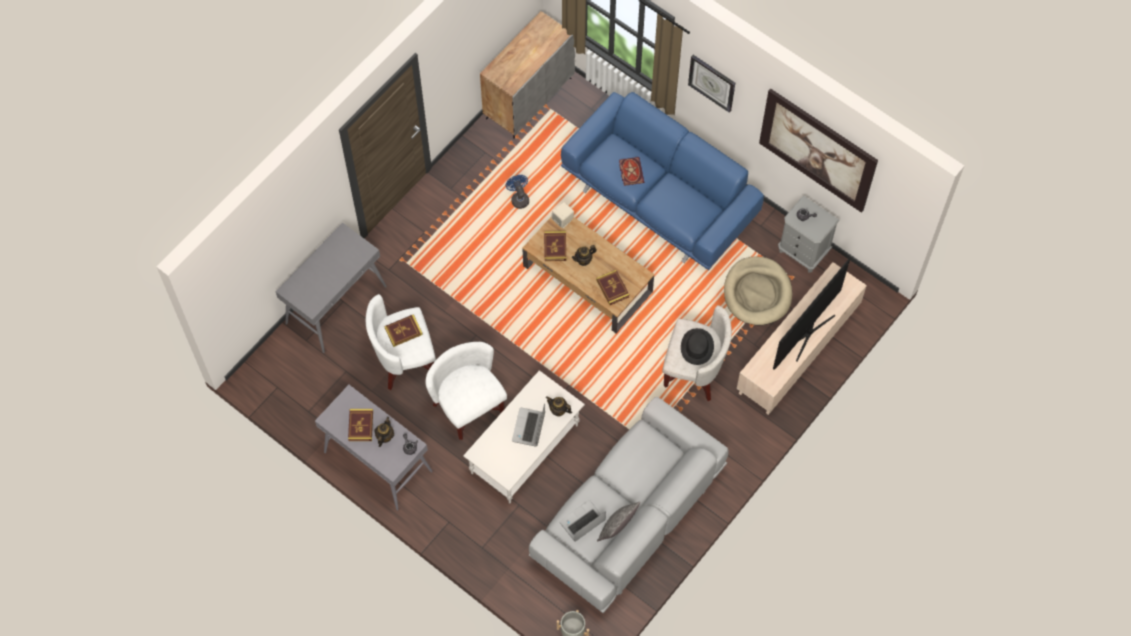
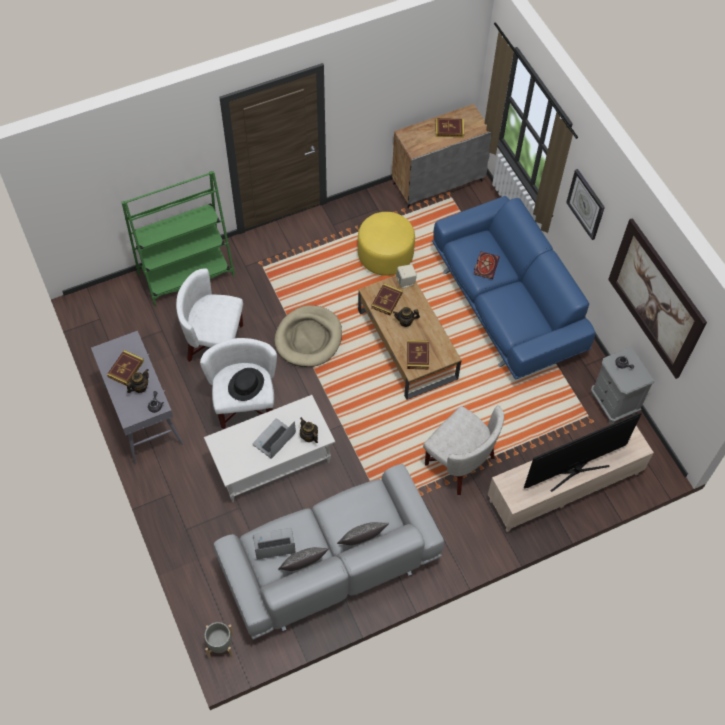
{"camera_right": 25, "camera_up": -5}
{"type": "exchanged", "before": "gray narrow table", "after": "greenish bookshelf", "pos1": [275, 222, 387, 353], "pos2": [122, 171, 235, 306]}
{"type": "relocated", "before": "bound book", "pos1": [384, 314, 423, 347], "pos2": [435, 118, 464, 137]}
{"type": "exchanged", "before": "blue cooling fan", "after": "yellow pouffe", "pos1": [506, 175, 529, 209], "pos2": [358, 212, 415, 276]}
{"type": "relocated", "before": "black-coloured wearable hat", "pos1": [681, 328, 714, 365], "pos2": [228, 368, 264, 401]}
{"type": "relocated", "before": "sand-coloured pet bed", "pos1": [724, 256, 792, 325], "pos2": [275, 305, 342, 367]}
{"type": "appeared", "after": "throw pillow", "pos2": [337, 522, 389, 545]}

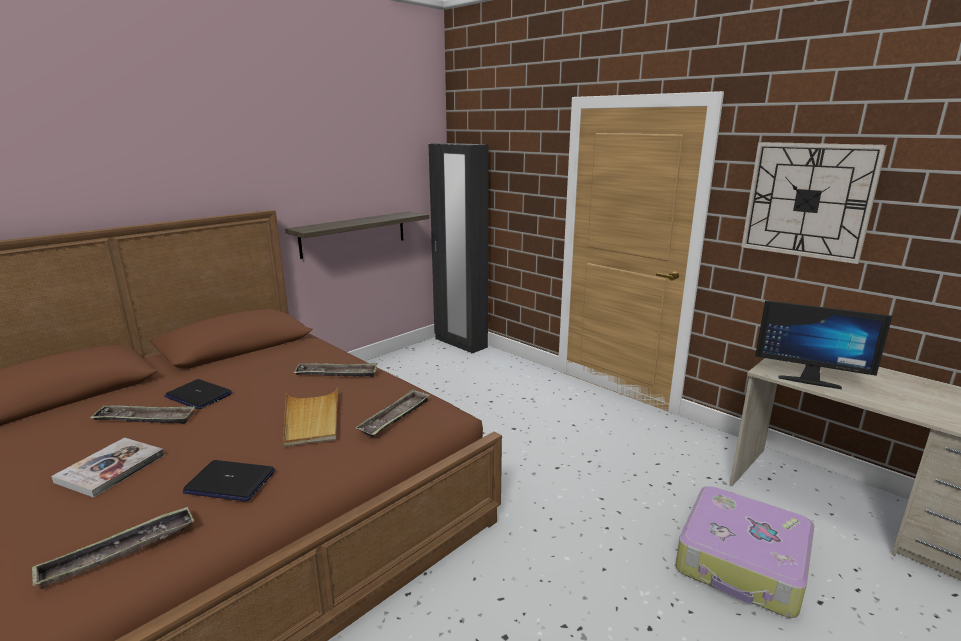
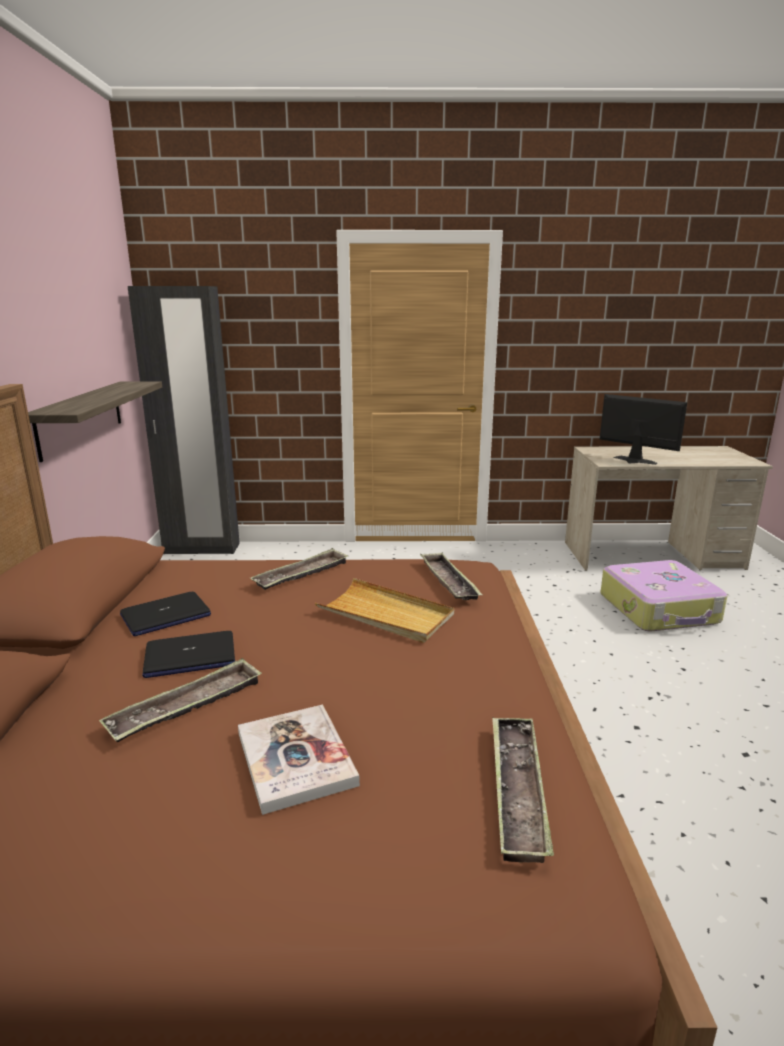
{"camera_right": -45, "camera_up": 0}
{"type": "relocated", "before": "notebook computer", "pos1": [183, 460, 275, 501], "pos2": [120, 592, 211, 636]}
{"type": "missing", "before": "clock on the wall", "pos1": [741, 142, 887, 264]}
{"type": "spun", "before": "computer screen", "pos1": [755, 300, 892, 389], "pos2": [600, 394, 687, 465], "turn": -120}

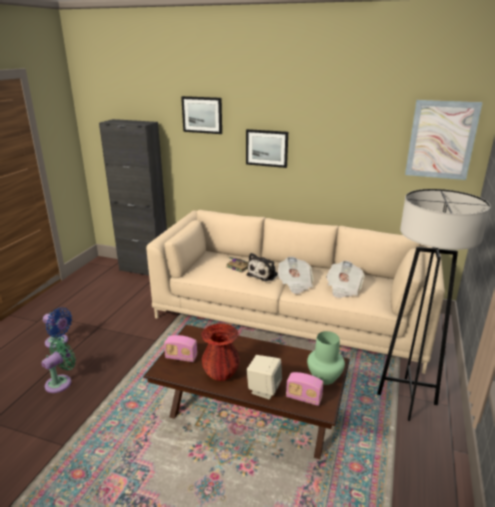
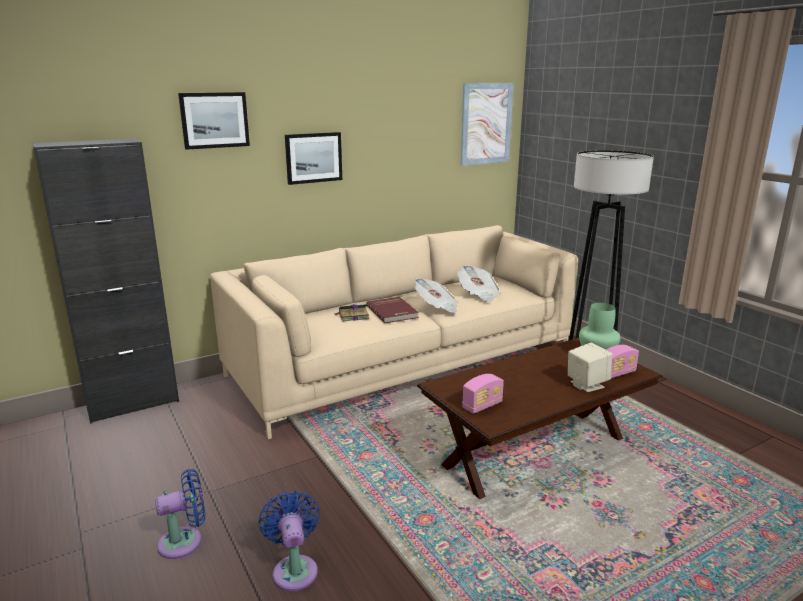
{"camera_right": -50, "camera_up": -5}
{"type": "colour", "before": "greenish cooling fan", "after": "blue cooling fan", "pos1": [42, 339, 76, 393], "pos2": [259, 491, 320, 591]}
{"type": "missing", "before": "red-coloured flower vase", "pos1": [201, 324, 240, 381]}
{"type": "exchanged", "before": "plush toy", "after": "red-coloured bound book", "pos1": [247, 253, 278, 281], "pos2": [366, 297, 419, 323]}

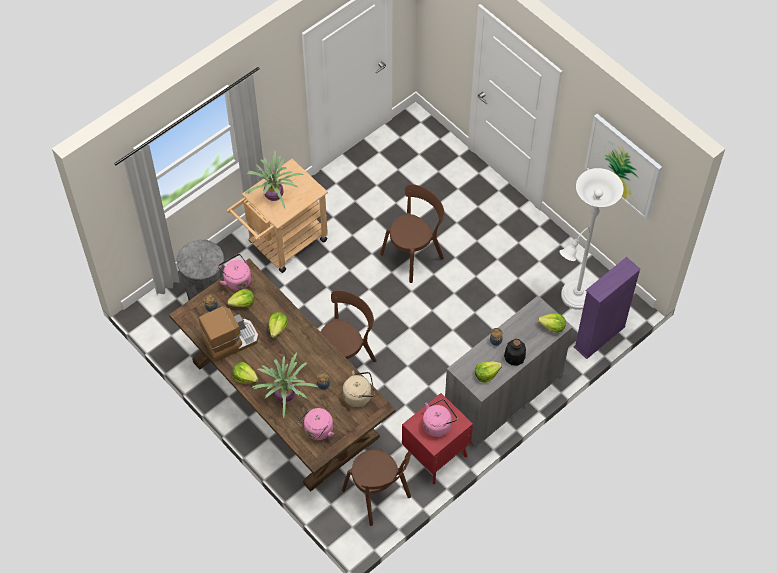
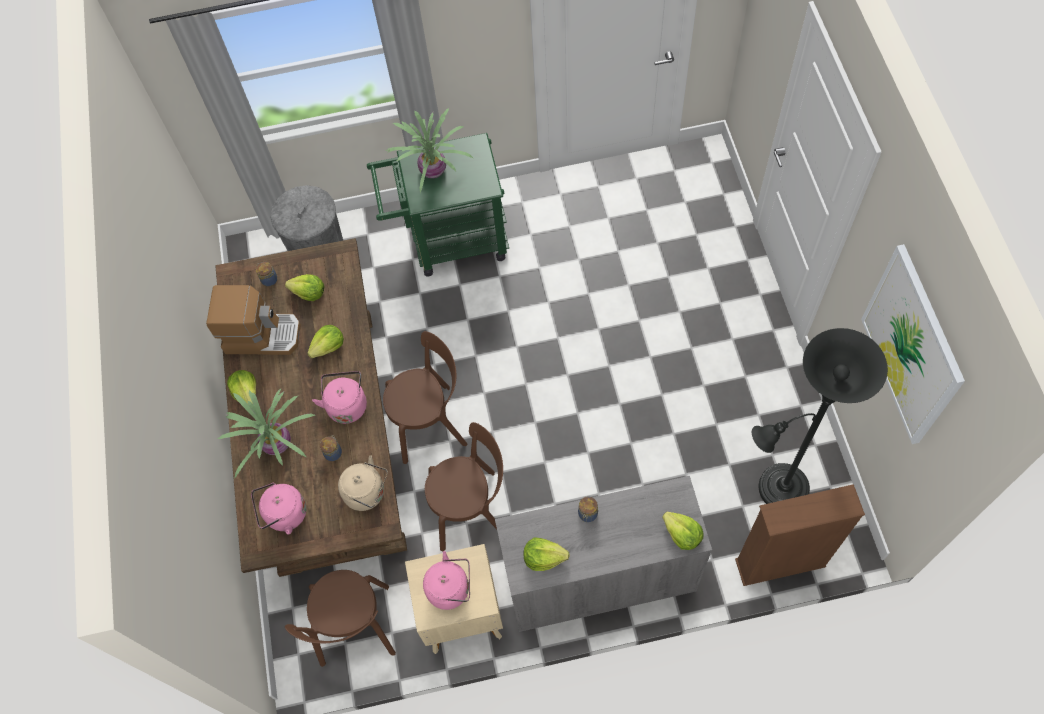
{"camera_right": 35, "camera_up": 5}
{"type": "relocated", "before": "pink kettle", "pos1": [218, 254, 251, 291], "pos2": [312, 371, 367, 424]}
{"type": "colour", "before": "sand-coloured trolley", "after": "greenish trolley", "pos1": [227, 159, 328, 273], "pos2": [367, 133, 509, 276]}
{"type": "relocated", "before": "brownish upright chair", "pos1": [380, 184, 444, 283], "pos2": [425, 422, 503, 551]}
{"type": "colour", "before": "red-coloured nightstand", "after": "sand-coloured nightstand", "pos1": [402, 393, 473, 484], "pos2": [405, 544, 503, 654]}
{"type": "missing", "before": "bottle", "pos1": [504, 339, 526, 366]}
{"type": "colour", "before": "white floor lamp", "after": "black-coloured floor lamp", "pos1": [559, 168, 623, 310], "pos2": [752, 328, 888, 504]}
{"type": "colour", "before": "purple-coloured bookshelf", "after": "brownish bookshelf", "pos1": [574, 257, 641, 359], "pos2": [735, 484, 865, 586]}

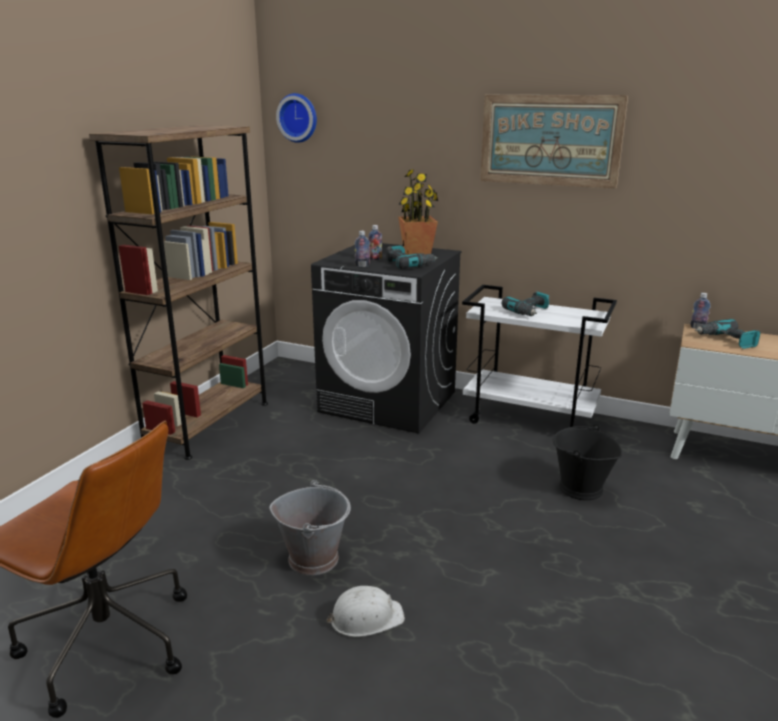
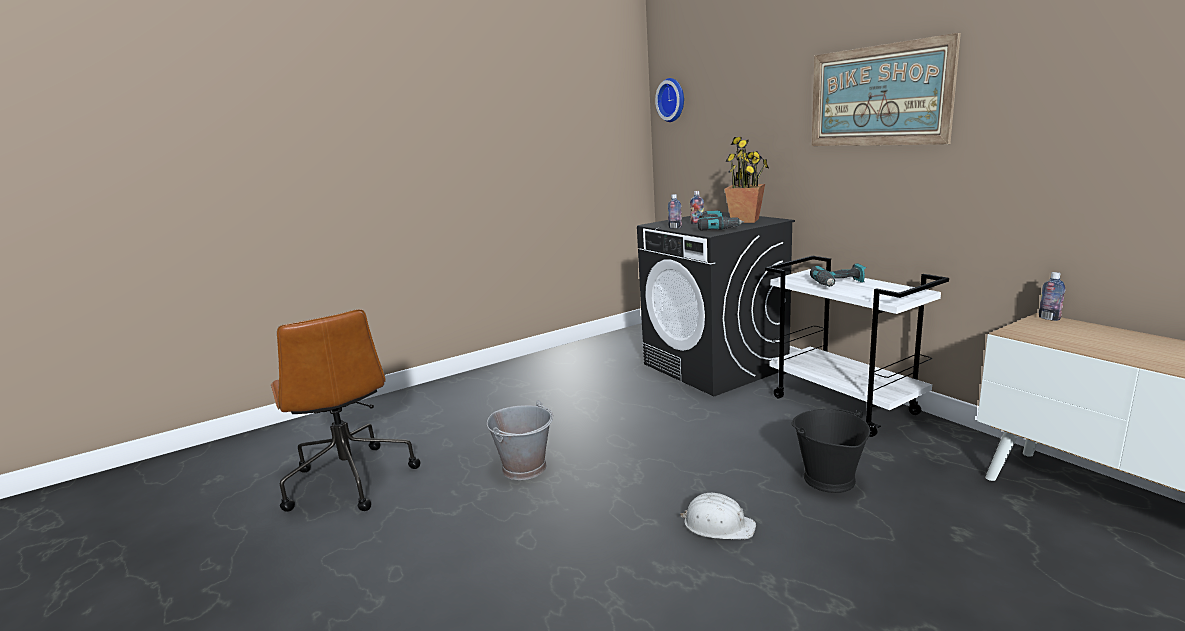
{"camera_right": 35, "camera_up": -5}
{"type": "missing", "before": "brownish bookshelf", "pos1": [89, 125, 268, 460]}
{"type": "relocated", "before": "white safety helmet", "pos1": [326, 586, 405, 637], "pos2": [680, 493, 756, 539]}
{"type": "missing", "before": "electric drill", "pos1": [695, 319, 760, 349]}

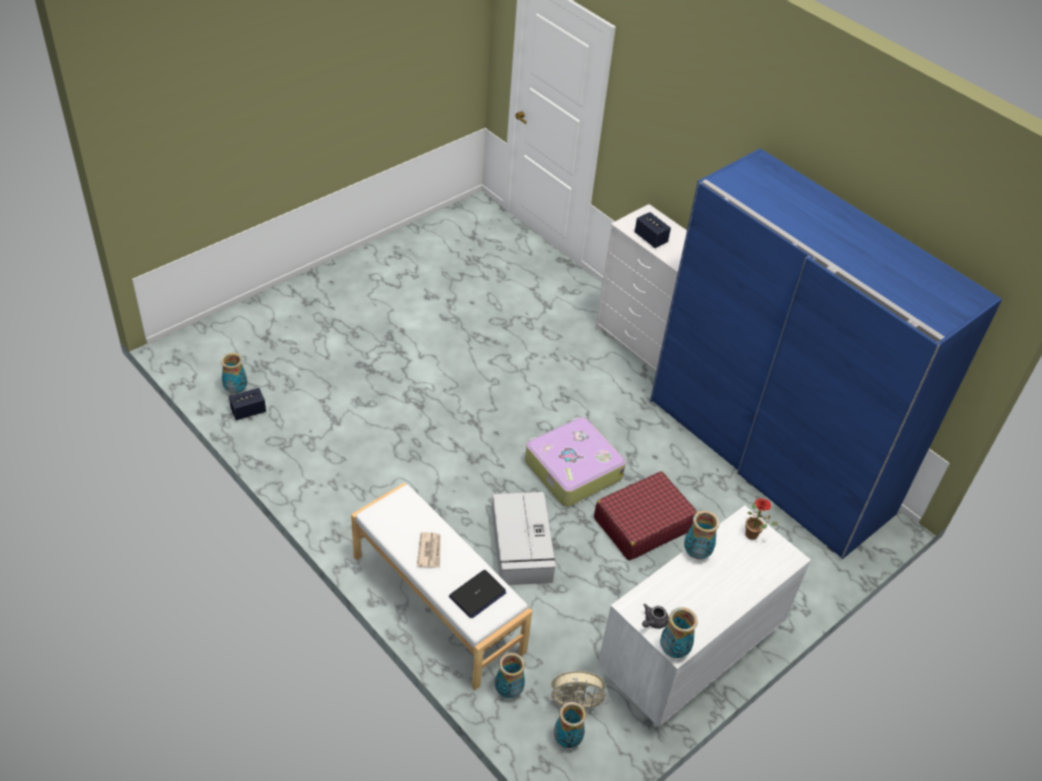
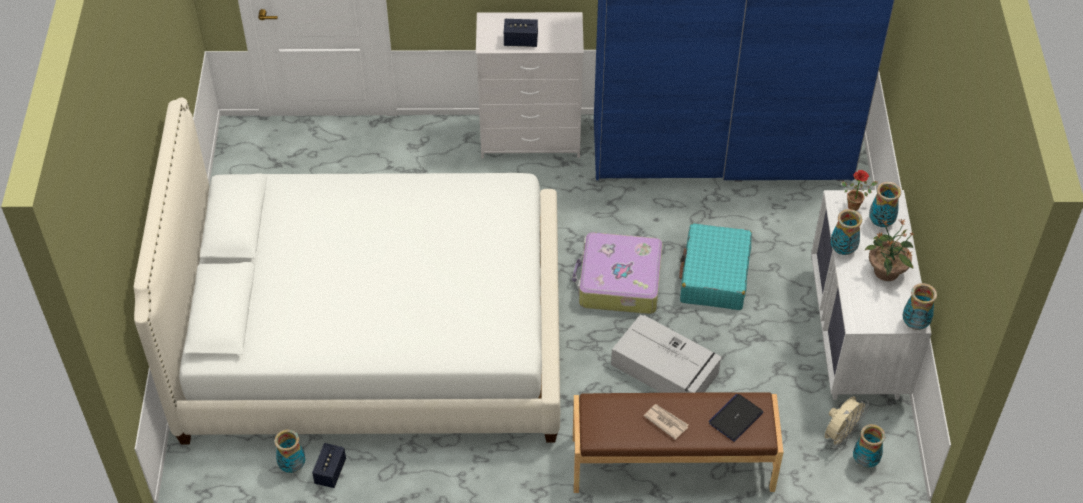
{"camera_right": -45, "camera_up": 5}
{"type": "colour", "before": "white long seat", "after": "brownish long seat", "pos1": [351, 483, 532, 690], "pos2": [573, 392, 784, 493]}
{"type": "spun", "before": "notebook computer", "pos1": [449, 570, 506, 618], "pos2": [708, 394, 763, 442], "turn": -135}
{"type": "relocated", "before": "flower vase", "pos1": [495, 653, 525, 698], "pos2": [869, 182, 901, 227]}
{"type": "colour", "before": "red-coloured travel case", "after": "blue-green travel case", "pos1": [594, 471, 697, 561], "pos2": [679, 224, 752, 310]}
{"type": "missing", "before": "gray tea pot", "pos1": [642, 604, 669, 629]}
{"type": "appeared", "after": "white bed", "pos2": [134, 98, 560, 445]}
{"type": "appeared", "after": "plant in a pot", "pos2": [865, 219, 914, 281]}

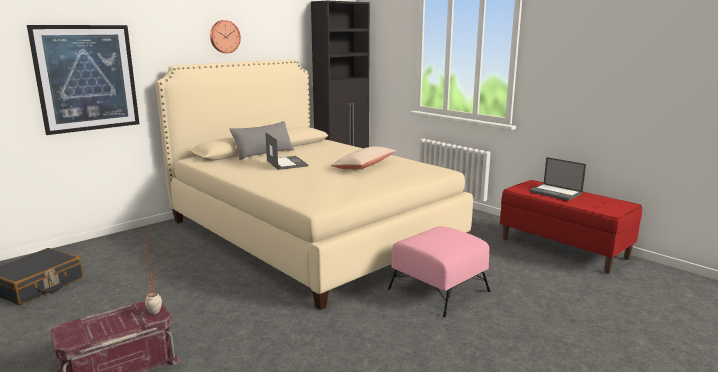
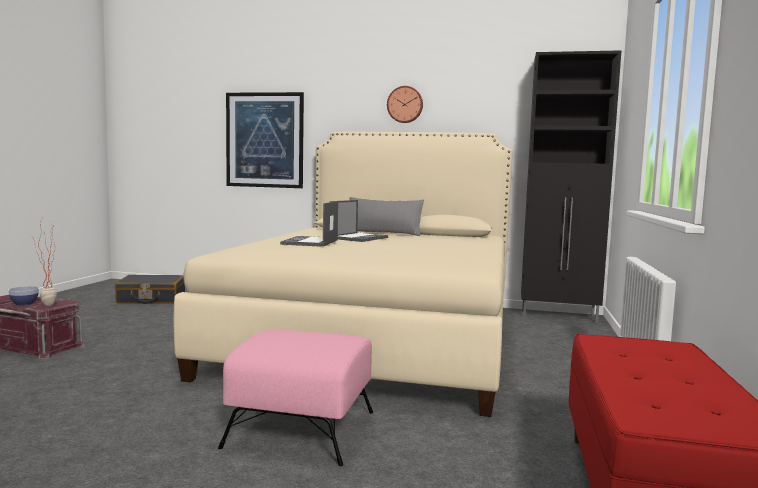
{"camera_right": 55, "camera_up": -10}
{"type": "missing", "before": "sand-coloured throw pillow", "pos1": [330, 147, 396, 170]}
{"type": "relocated", "before": "notebook computer", "pos1": [529, 157, 586, 201], "pos2": [280, 201, 338, 247]}
{"type": "appeared", "after": "serving bowl", "pos2": [8, 286, 39, 306]}

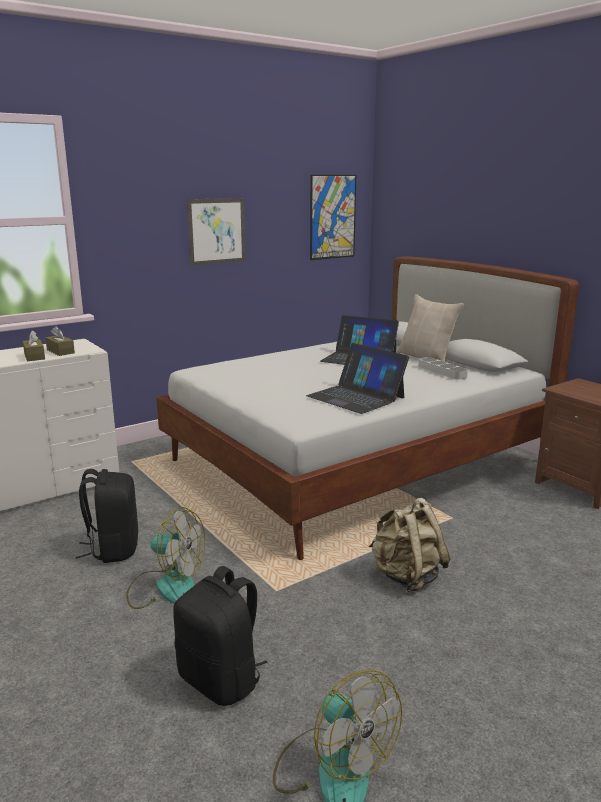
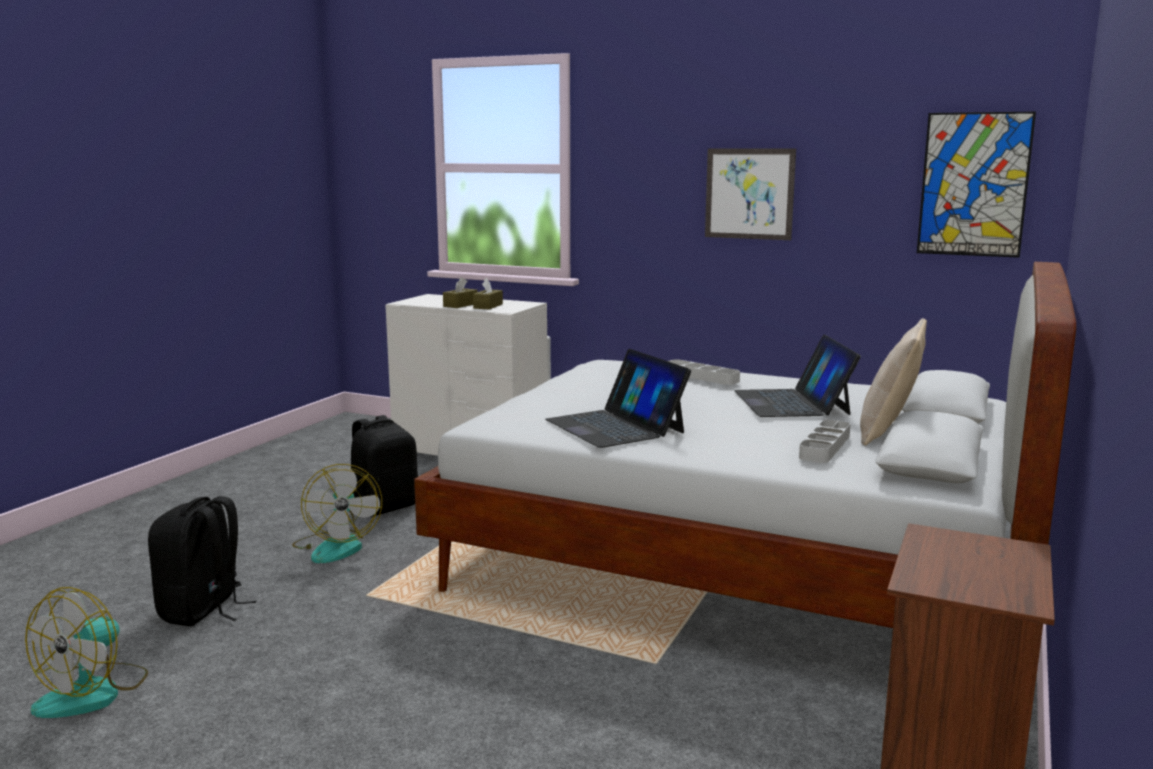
{"camera_right": 60, "camera_up": -5}
{"type": "spun", "before": "notebook computer", "pos1": [306, 343, 409, 414], "pos2": [545, 349, 691, 448], "turn": -45}
{"type": "missing", "before": "sand-coloured knapsack", "pos1": [369, 498, 450, 592]}
{"type": "appeared", "after": "gray serving tray", "pos2": [668, 359, 740, 385]}

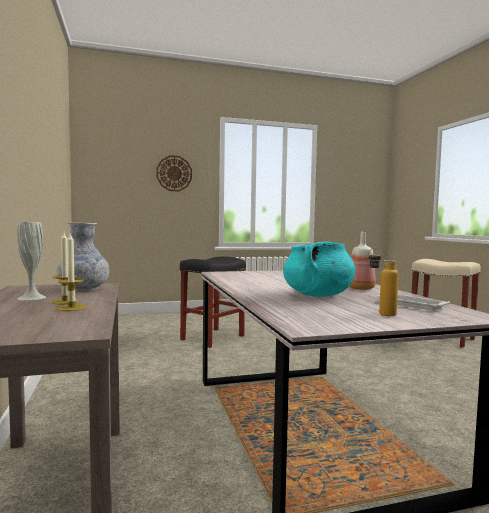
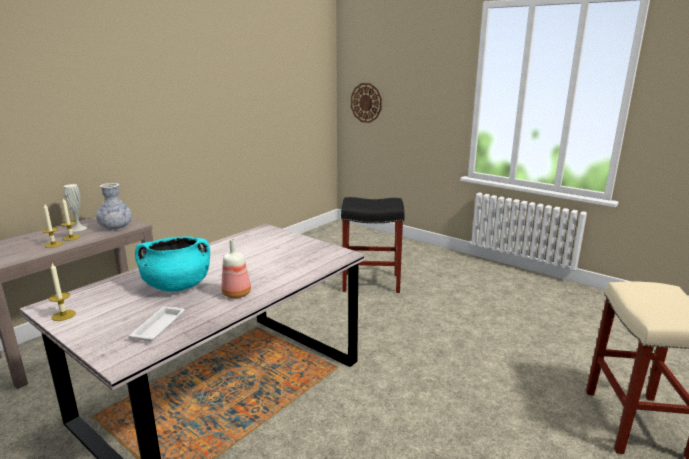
{"camera_right": 55, "camera_up": 15}
{"type": "relocated", "before": "clock on the wall", "pos1": [156, 155, 192, 191], "pos2": [351, 83, 382, 123]}
{"type": "missing", "before": "bottle", "pos1": [368, 248, 399, 316]}
{"type": "appeared", "after": "wax candle", "pos2": [49, 263, 76, 321]}

